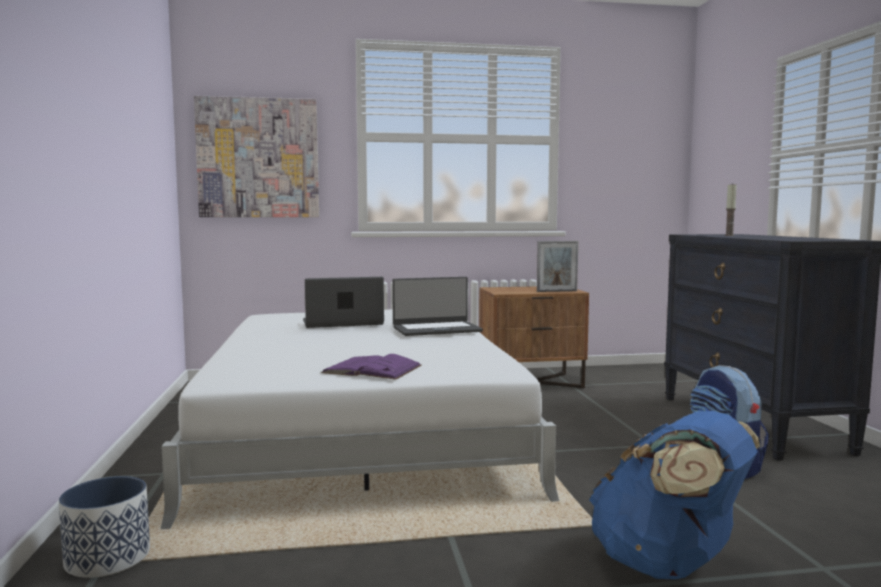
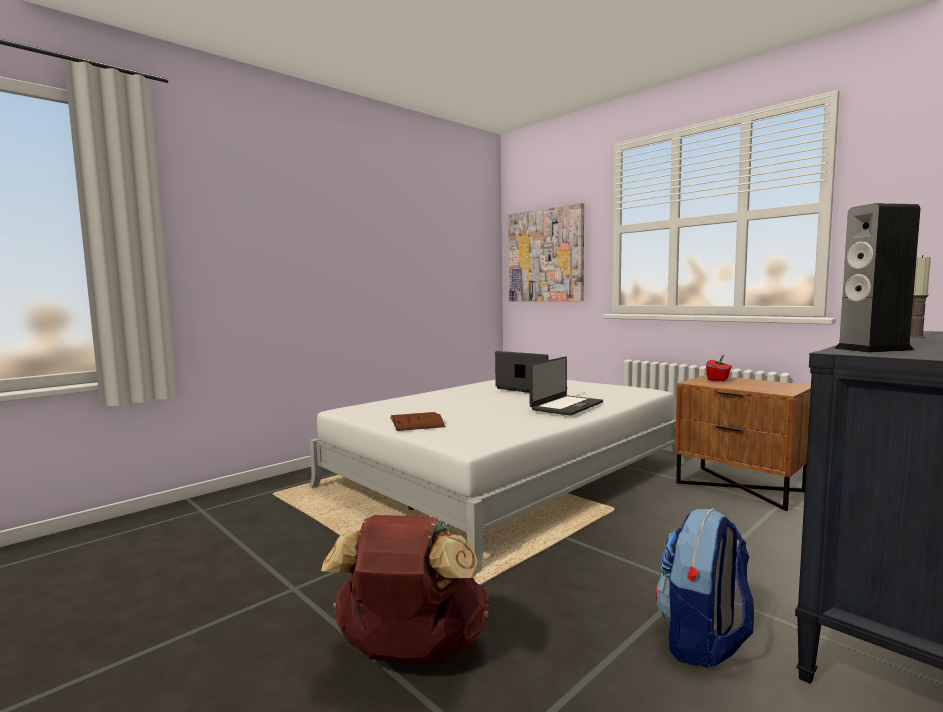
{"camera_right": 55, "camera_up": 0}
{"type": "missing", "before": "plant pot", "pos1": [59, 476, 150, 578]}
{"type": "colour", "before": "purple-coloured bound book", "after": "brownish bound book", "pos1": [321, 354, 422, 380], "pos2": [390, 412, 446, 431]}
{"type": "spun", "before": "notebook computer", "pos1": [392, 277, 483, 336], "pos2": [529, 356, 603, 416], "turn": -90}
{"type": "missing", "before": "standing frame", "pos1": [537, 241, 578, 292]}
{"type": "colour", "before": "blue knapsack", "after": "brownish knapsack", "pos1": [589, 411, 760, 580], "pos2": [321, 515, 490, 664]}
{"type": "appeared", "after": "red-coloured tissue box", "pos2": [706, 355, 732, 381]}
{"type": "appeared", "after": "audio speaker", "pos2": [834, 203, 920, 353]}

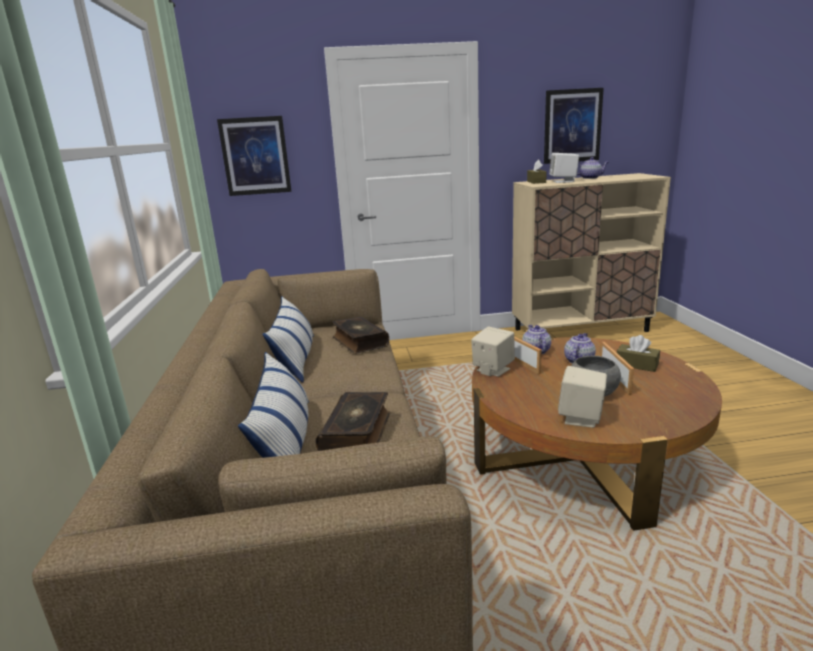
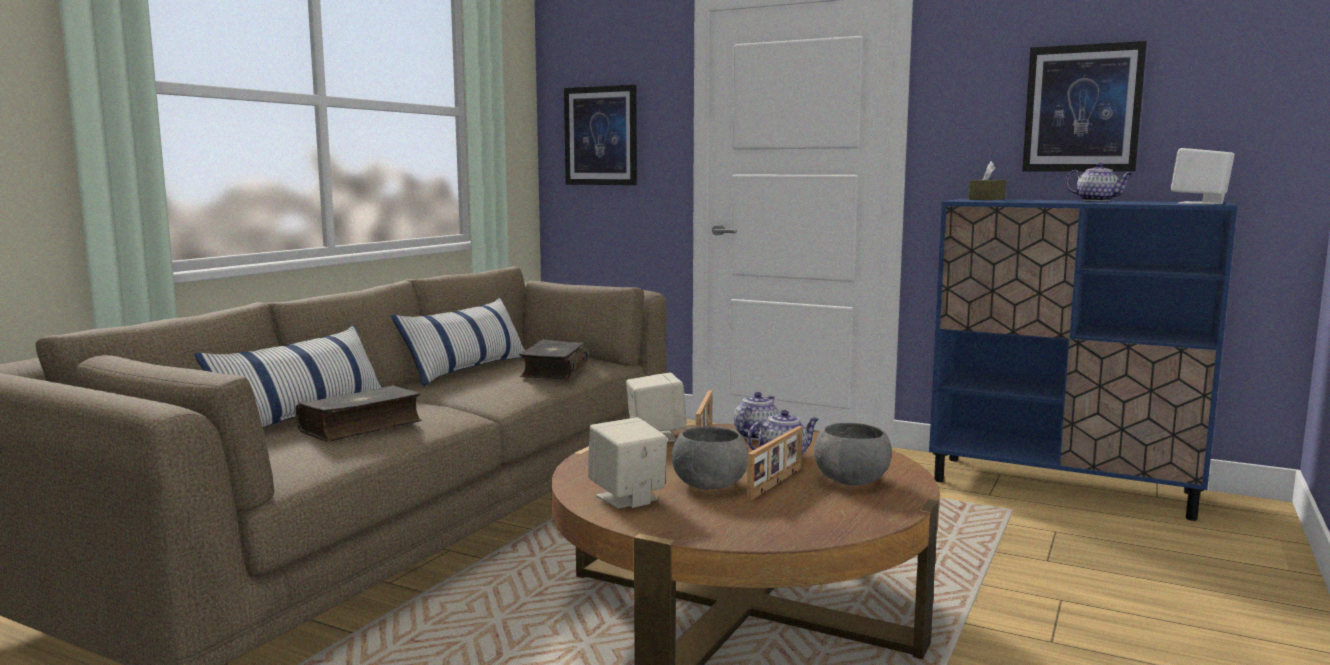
{"camera_right": 35, "camera_up": -10}
{"type": "colour", "before": "sand-coloured storage cabinet", "after": "blue storage cabinet", "pos1": [512, 173, 671, 332], "pos2": [929, 199, 1238, 521]}
{"type": "relocated", "before": "white audio speaker", "pos1": [549, 153, 579, 183], "pos2": [1171, 148, 1235, 204]}
{"type": "exchanged", "before": "brownish tissue box", "after": "gray serving bowl", "pos1": [617, 335, 660, 372], "pos2": [814, 422, 892, 485]}

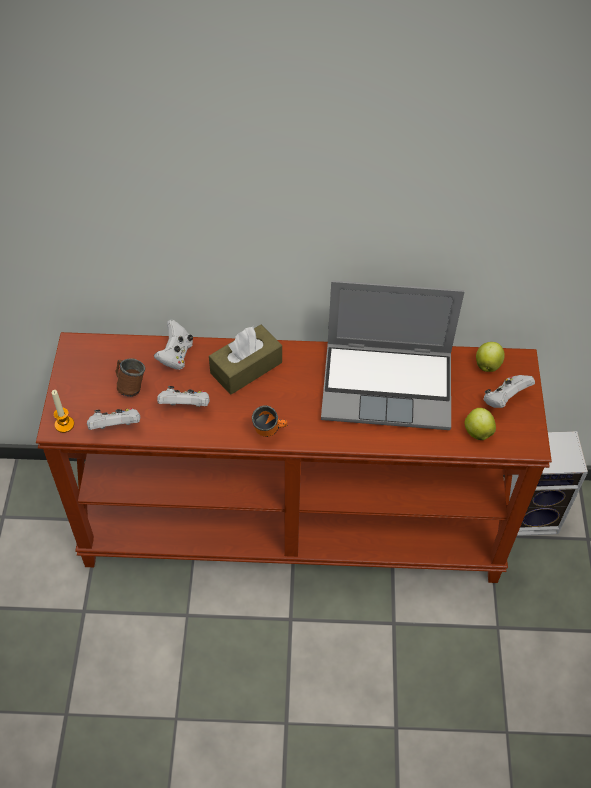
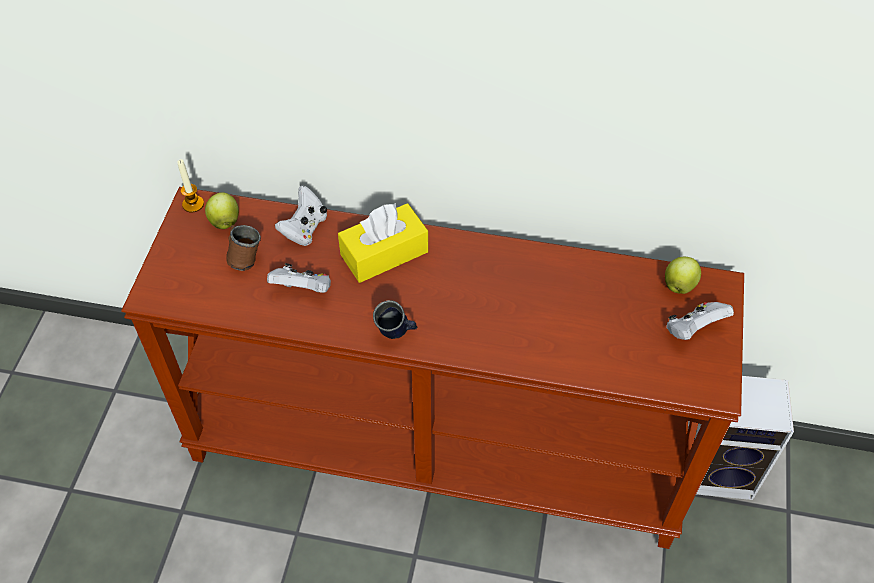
{"camera_right": 10, "camera_up": 0}
{"type": "relocated", "before": "wax candle", "pos1": [52, 390, 74, 433], "pos2": [177, 159, 204, 213]}
{"type": "missing", "before": "white gamepad", "pos1": [87, 408, 140, 430]}
{"type": "colour", "before": "brownish tissue box", "after": "yellow tissue box", "pos1": [209, 325, 282, 395], "pos2": [338, 203, 428, 283]}
{"type": "colour", "before": "orange-coloured mug", "after": "blue mug", "pos1": [252, 405, 287, 437], "pos2": [373, 300, 418, 339]}
{"type": "missing", "before": "notebook computer", "pos1": [321, 280, 465, 430]}
{"type": "relocated", "before": "apple fruit", "pos1": [465, 408, 496, 440], "pos2": [205, 192, 239, 229]}

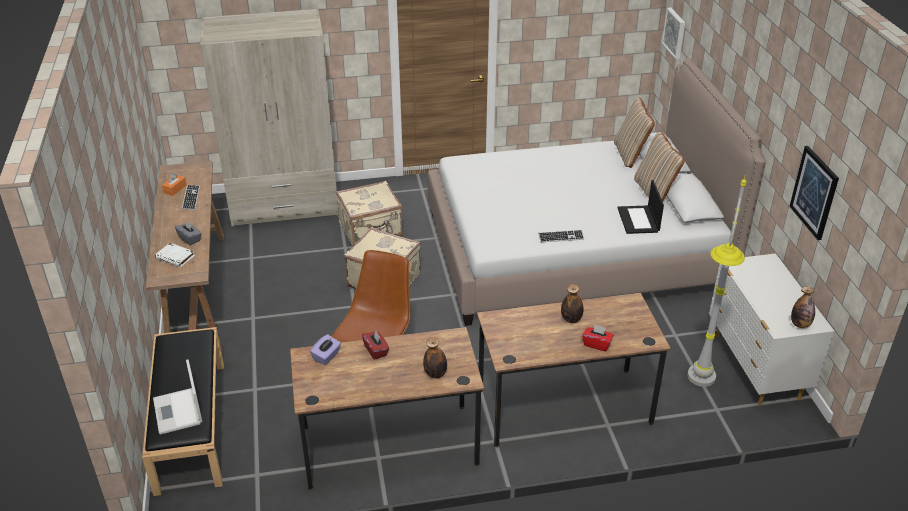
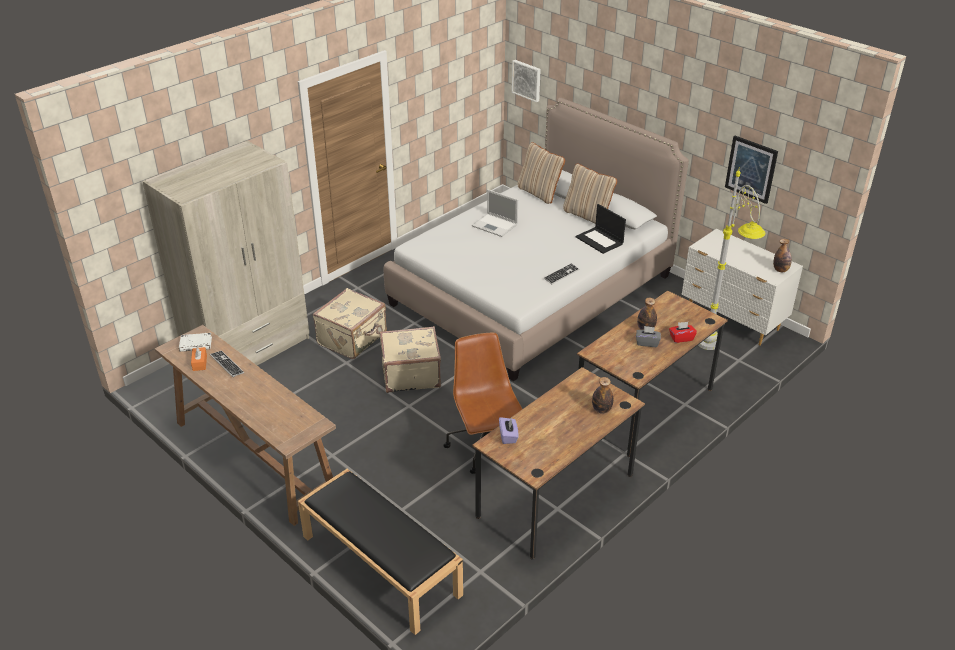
{"camera_right": -35, "camera_up": 0}
{"type": "relocated", "before": "notebook computer", "pos1": [153, 360, 202, 435], "pos2": [472, 190, 518, 237]}
{"type": "relocated", "before": "white bound book", "pos1": [155, 243, 195, 267], "pos2": [179, 333, 212, 352]}
{"type": "relocated", "before": "gray tissue box", "pos1": [175, 221, 202, 245], "pos2": [636, 326, 661, 347]}
{"type": "missing", "before": "red-coloured tissue box", "pos1": [362, 331, 389, 360]}

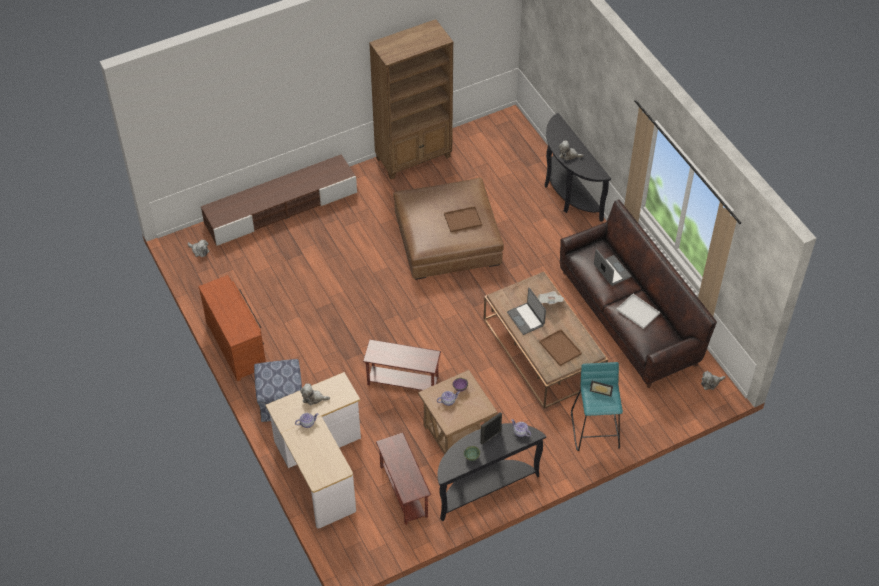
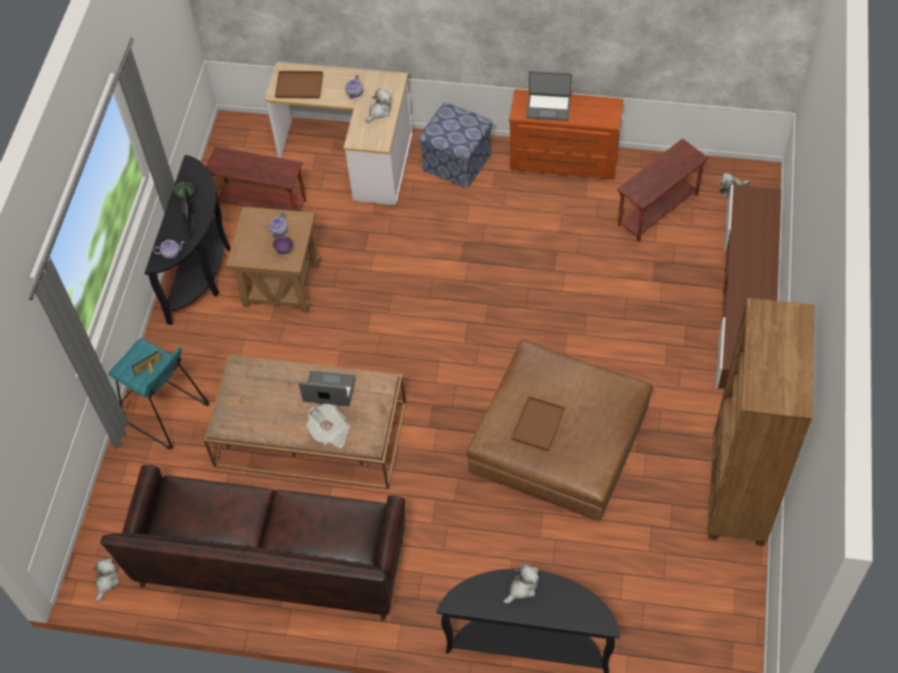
{"camera_right": 130, "camera_up": 5}
{"type": "relocated", "before": "brownish side table", "pos1": [363, 339, 441, 390], "pos2": [617, 138, 709, 242]}
{"type": "relocated", "before": "brownish serving tray", "pos1": [539, 329, 582, 366], "pos2": [275, 71, 323, 99]}
{"type": "relocated", "before": "notebook computer", "pos1": [594, 249, 631, 286], "pos2": [526, 71, 572, 121]}
{"type": "missing", "before": "white serving tray", "pos1": [616, 294, 660, 329]}

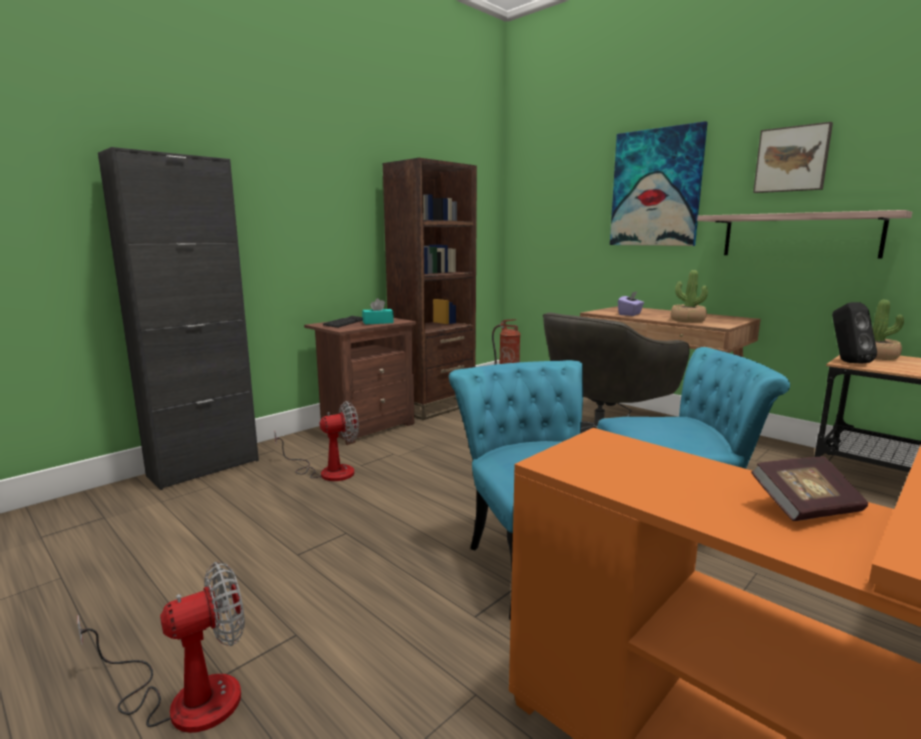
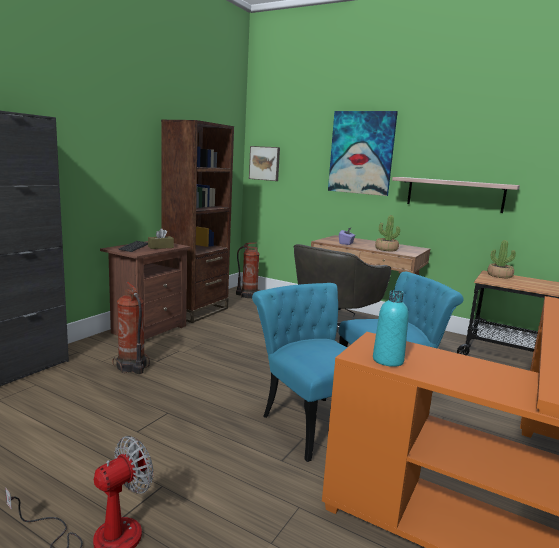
{"camera_right": -15, "camera_up": 0}
{"type": "exchanged", "before": "cooling fan", "after": "extinguisher", "pos1": [274, 401, 359, 481], "pos2": [113, 282, 150, 374]}
{"type": "colour", "before": "blue-green tissue box", "after": "brownish tissue box", "pos1": [362, 298, 394, 325], "pos2": [148, 228, 174, 249]}
{"type": "missing", "before": "bound book", "pos1": [751, 457, 868, 521]}
{"type": "relocated", "before": "wall art", "pos1": [753, 122, 833, 193], "pos2": [249, 146, 280, 181]}
{"type": "missing", "before": "black-coloured audio speaker", "pos1": [832, 302, 877, 363]}
{"type": "appeared", "after": "blue-green bottle", "pos2": [373, 290, 409, 367]}

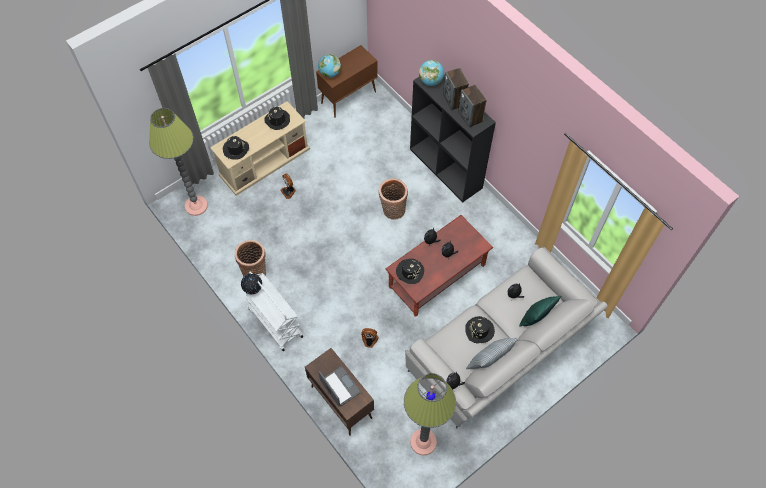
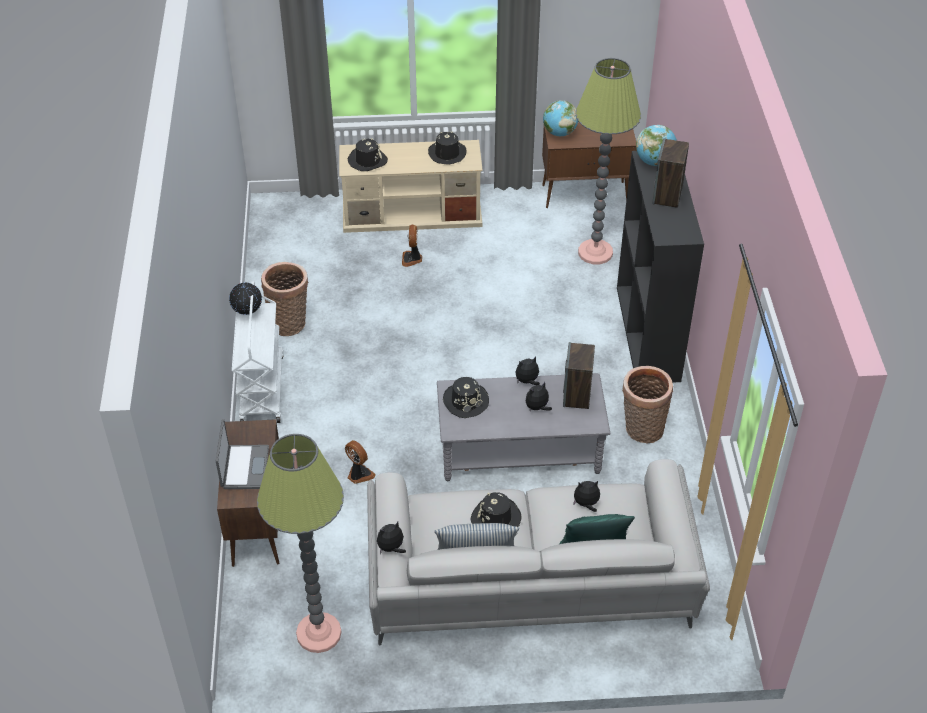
{"camera_right": 35, "camera_up": -15}
{"type": "relocated", "before": "floor lamp", "pos1": [149, 108, 208, 216], "pos2": [576, 58, 641, 264]}
{"type": "relocated", "before": "household basket", "pos1": [379, 178, 408, 220], "pos2": [622, 366, 673, 443]}
{"type": "colour", "before": "brownish low table", "after": "gray low table", "pos1": [386, 215, 493, 317], "pos2": [437, 373, 610, 481]}
{"type": "relocated", "before": "audio speaker", "pos1": [458, 85, 487, 128], "pos2": [563, 342, 595, 409]}

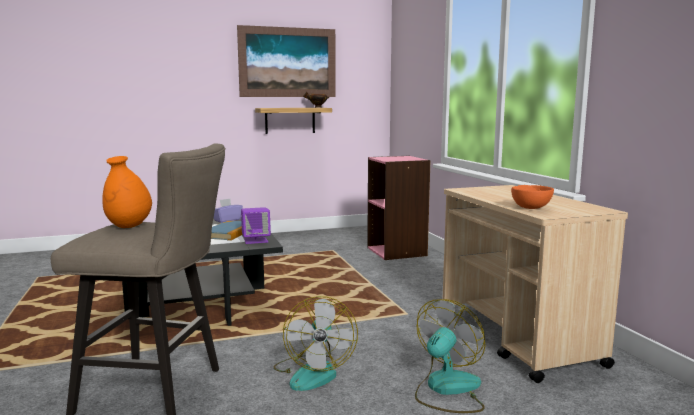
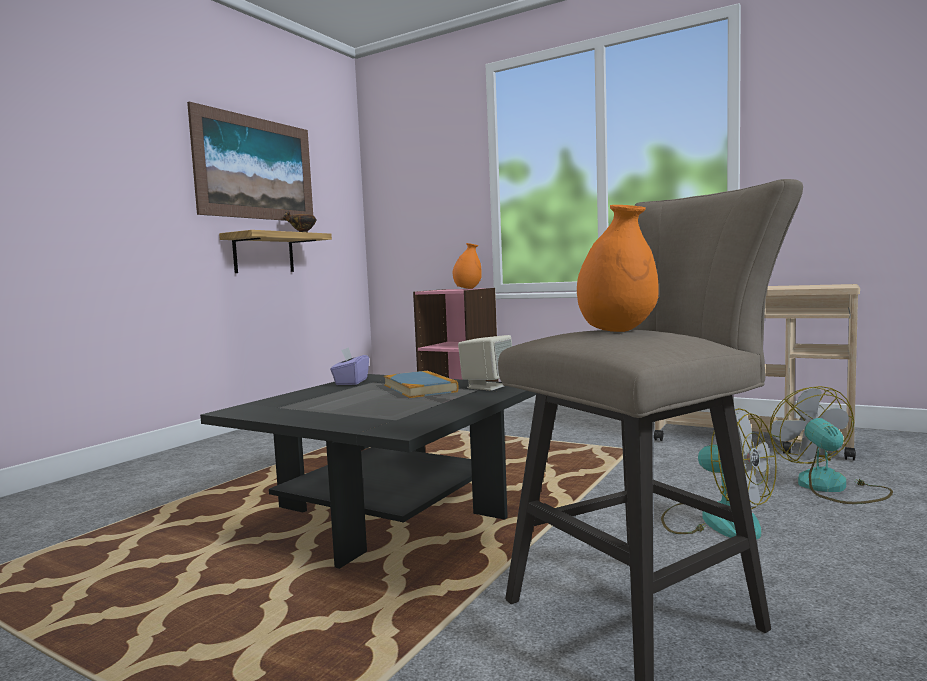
{"camera_right": -40, "camera_up": -5}
{"type": "colour", "before": "purple-coloured audio speaker", "after": "sand-coloured audio speaker", "pos1": [241, 207, 271, 244], "pos2": [458, 335, 512, 391]}
{"type": "missing", "before": "orange-coloured serving bowl", "pos1": [511, 185, 554, 209]}
{"type": "appeared", "after": "orange-coloured flower vase", "pos2": [453, 243, 482, 289]}

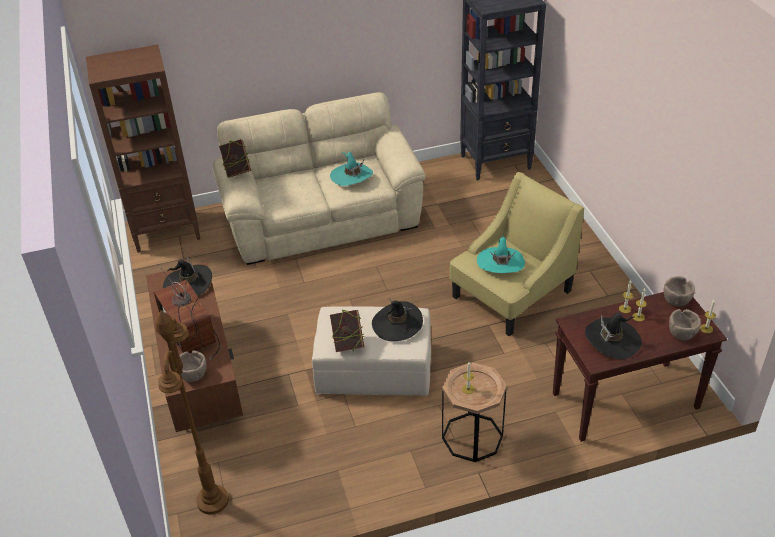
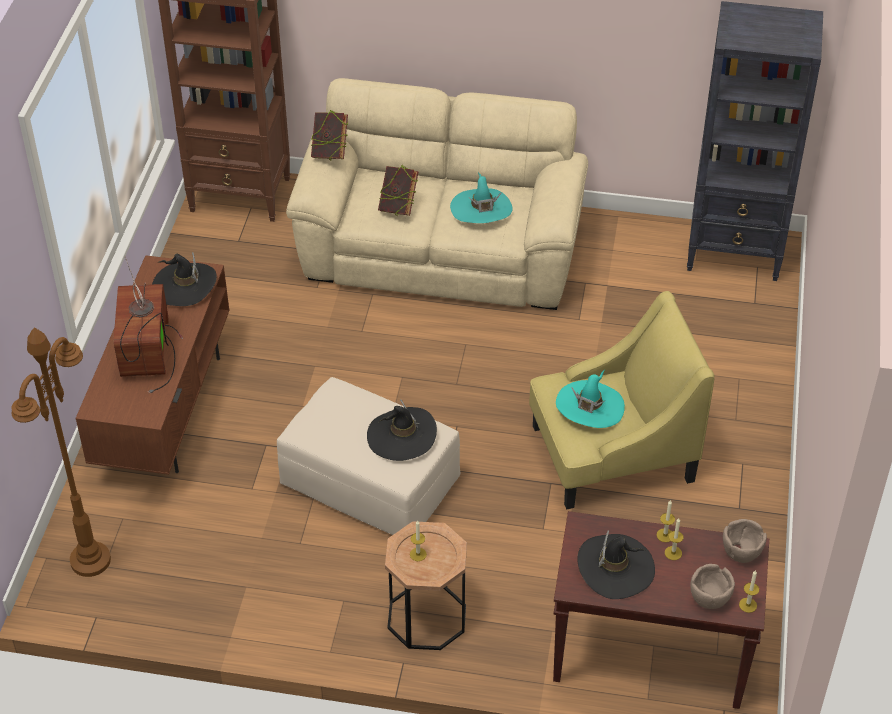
{"camera_right": 25, "camera_up": 5}
{"type": "missing", "before": "brownish serving bowl", "pos1": [180, 350, 206, 382]}
{"type": "relocated", "before": "bound book", "pos1": [330, 310, 364, 352], "pos2": [378, 165, 419, 216]}

